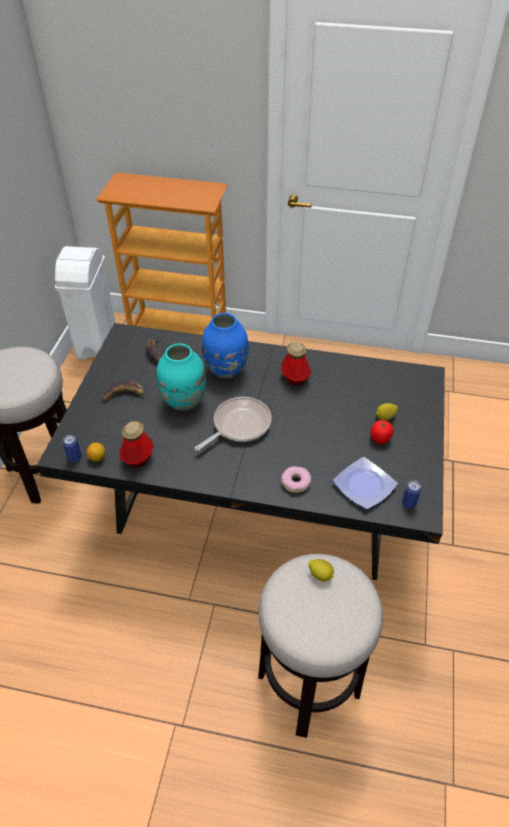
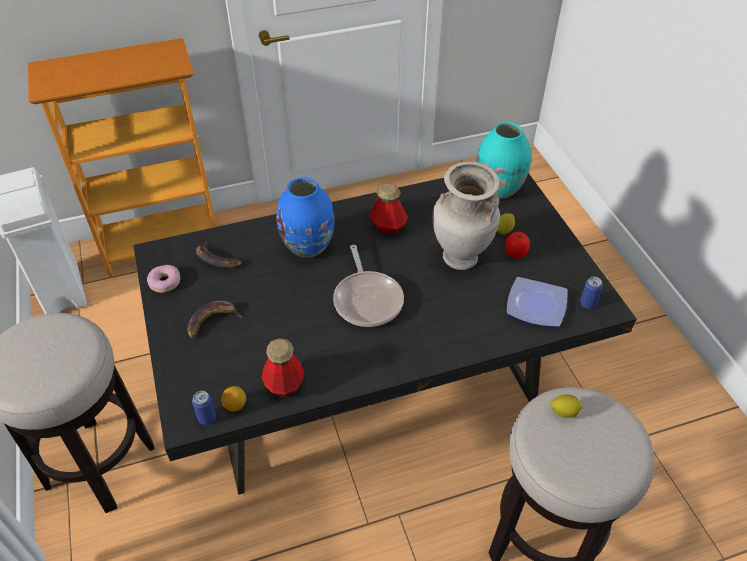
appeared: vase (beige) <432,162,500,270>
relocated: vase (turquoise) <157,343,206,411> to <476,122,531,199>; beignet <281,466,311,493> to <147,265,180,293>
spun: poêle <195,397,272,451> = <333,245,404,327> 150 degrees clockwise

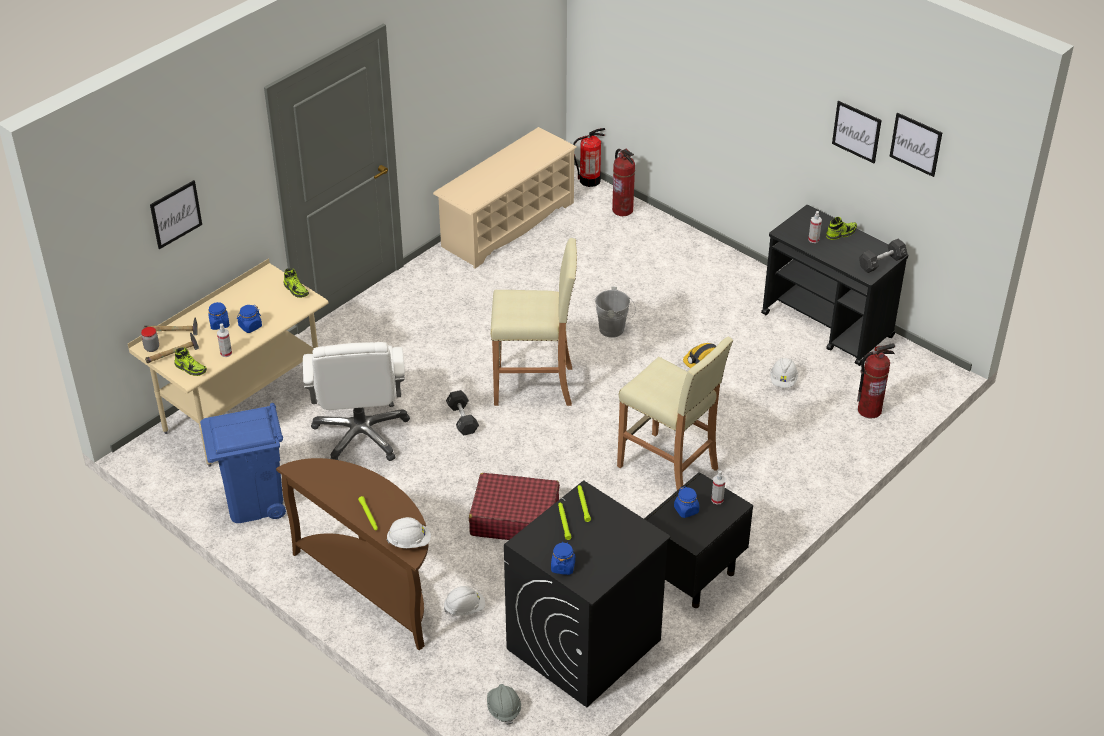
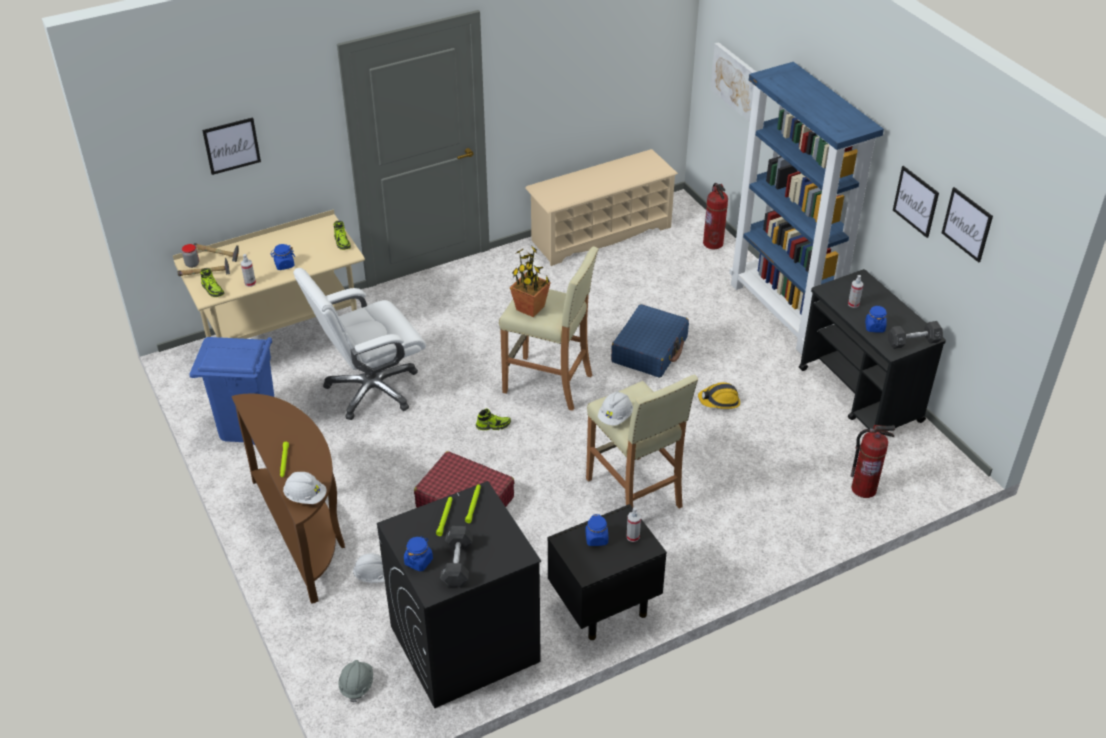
missing: extincteur <573,128,605,187>
appeared: plante en pot <510,245,551,317>; tableau <710,42,756,122>; bibliothèque (bleu) <729,62,884,355>
relocated: bocal (bleu) <208,302,230,330> to <865,305,887,333>; haltère (noir) <446,390,479,436> to <440,526,473,587>; casque de chantier (blanc) <770,358,798,388> to <598,391,633,426>; chaussure <826,217,857,240> to <476,409,511,430>
exchanged: seau (gris) <595,286,636,338> to valise (bleu) <611,304,689,378>
spun: chaise de bureau (blanc) <303,342,410,461> = <293,268,426,420> 45 degrees clockwise

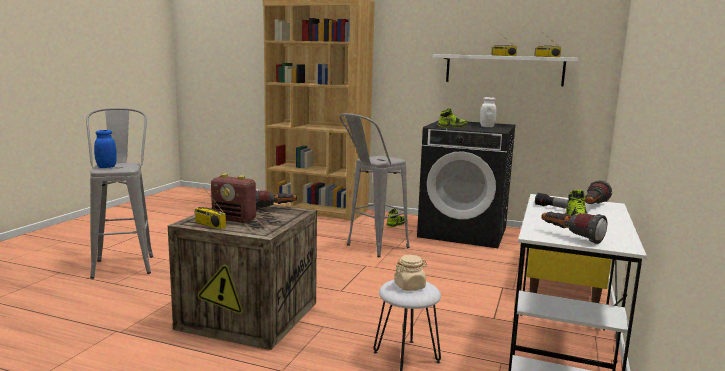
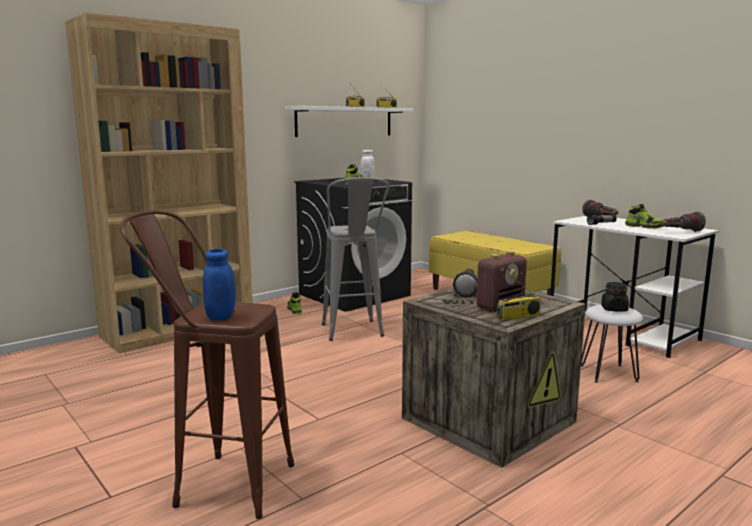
colour: tabouret (gris) <86,108,153,279> to tabouret (marron) <120,210,294,519>; bocal (beige) <394,255,427,291> to bocal (noir) <601,282,629,312>

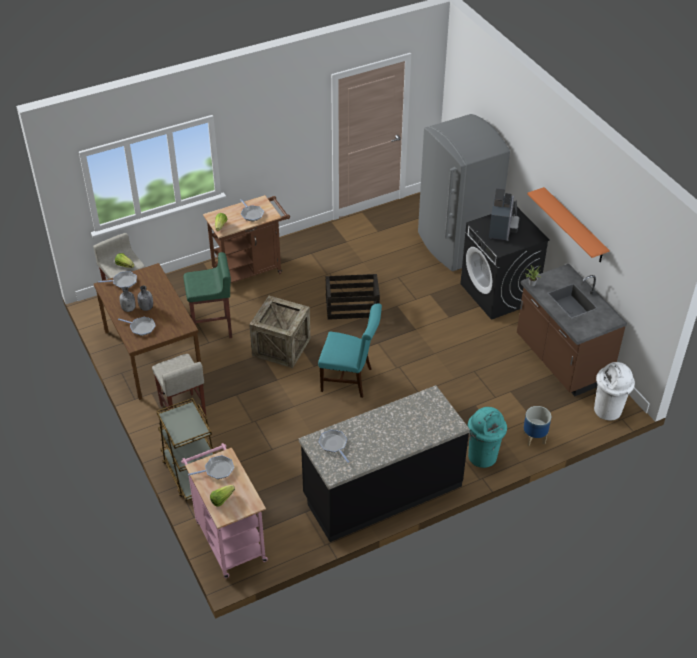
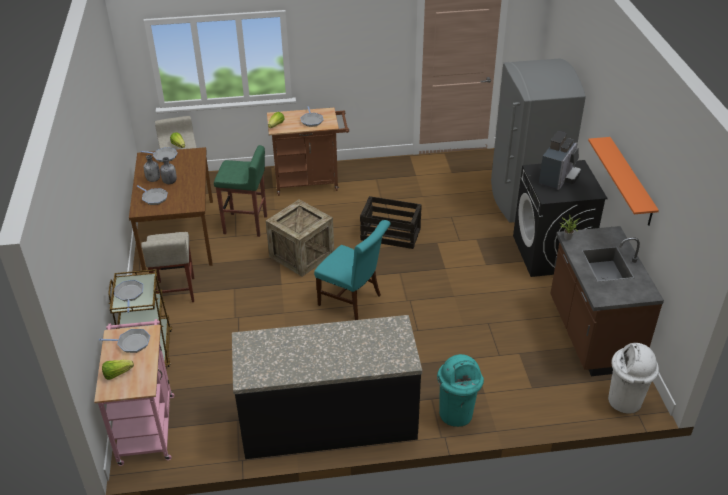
missing: cache-pot <523,406,551,446>
relocated: poêle <319,430,349,463> to <114,280,143,313>

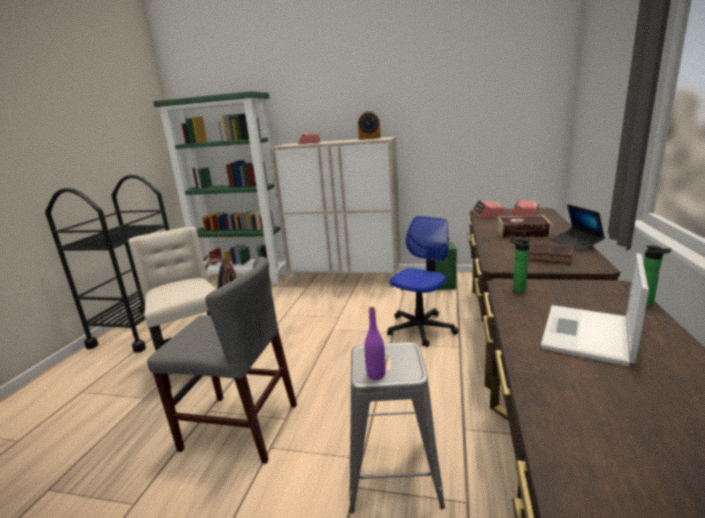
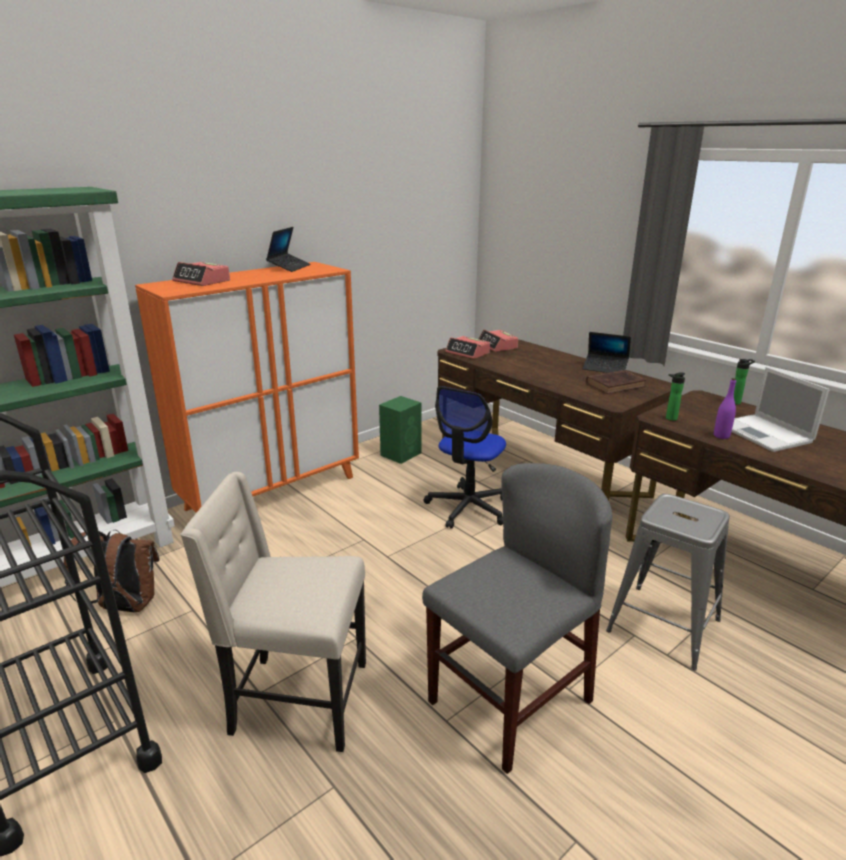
missing: livre <497,215,551,238>
relocated: bouteille (violet) <364,307,385,380> to <714,378,736,439>
exchanged: réveil <358,110,381,140> to ordinateur portable <266,227,311,272>
colour: meuble de rangement (beige) <270,137,401,287> to meuble de rangement (orange) <135,262,359,513>
spun: chaise de bureau <387,216,458,347> = <424,386,506,529> 135 degrees counterclockwise

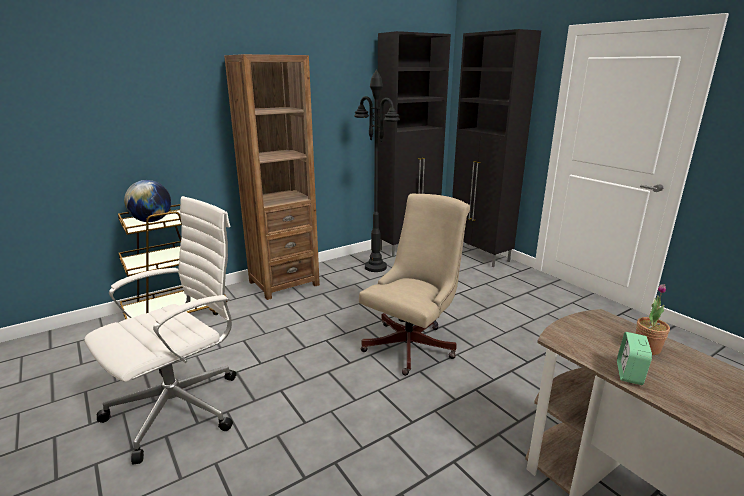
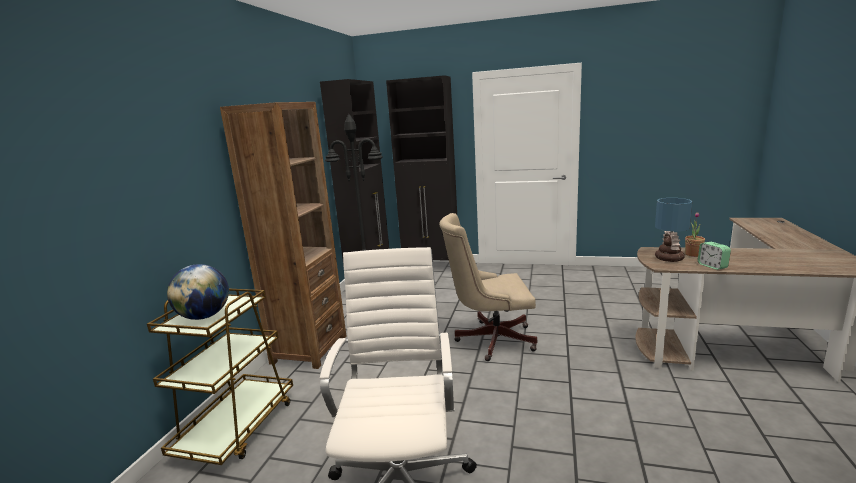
appeared: lampe de table <655,198,692,262>
spun: chaise de bureau (beige) <359,194,470,376> = <439,213,537,361> 90 degrees counterclockwise

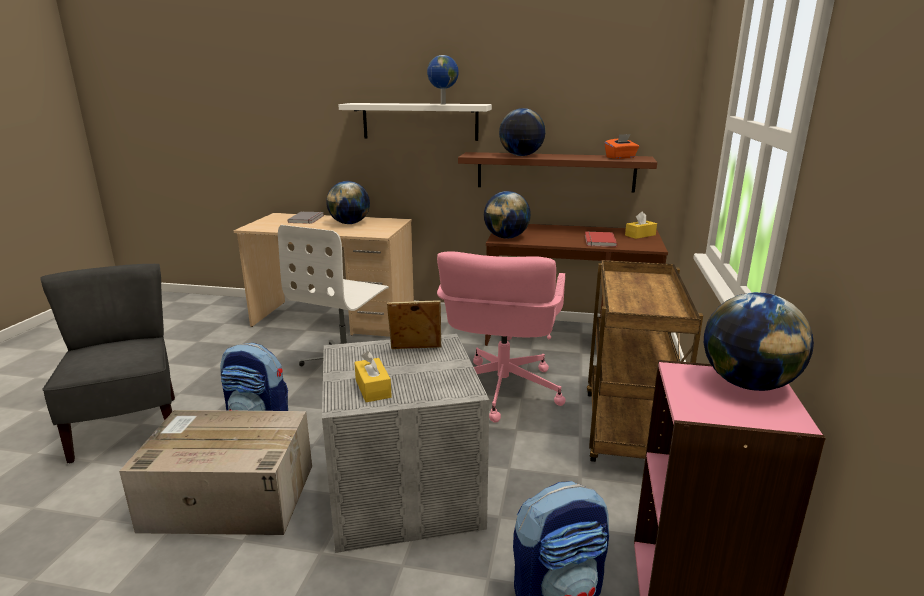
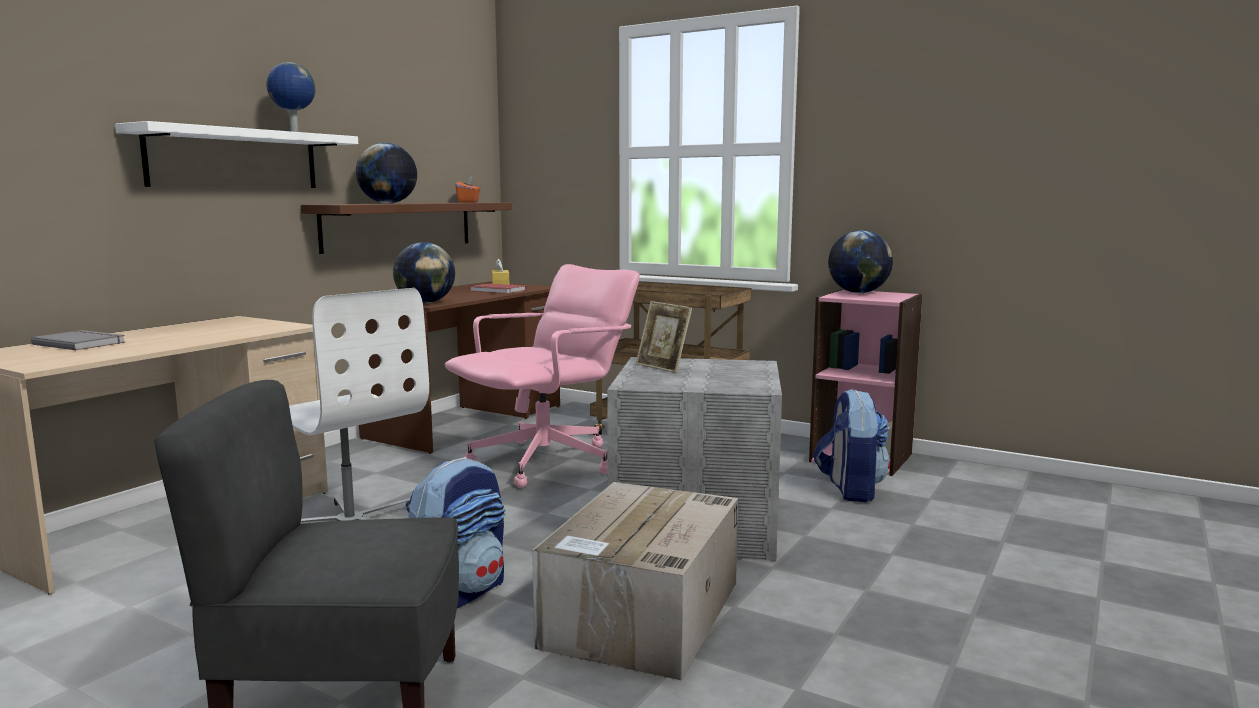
missing: globe <326,181,370,224>; boîte à mouchoirs (jaune) <354,351,392,402>
spun: cadre photo <387,300,441,349> = <636,301,692,373> 60 degrees counterclockwise; chaise de bureau (rose) <437,252,566,422> = <445,264,640,488> 75 degrees counterclockwise

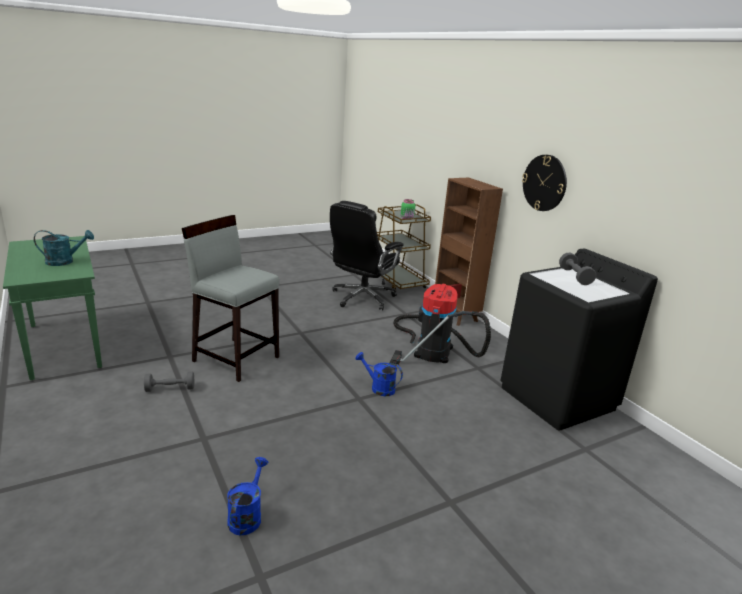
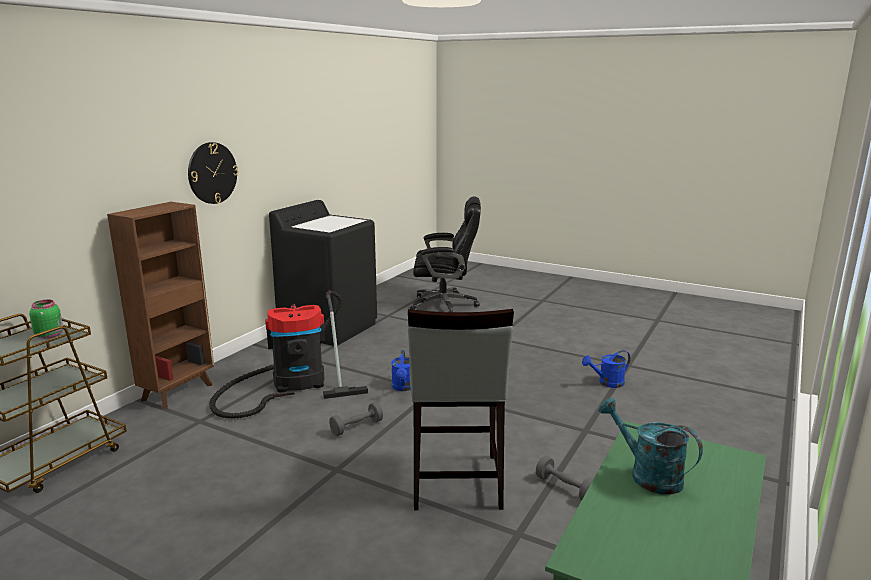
relocated: chaise de bureau (noir) <330,201,404,310> to <409,196,481,312>; haltère (gris) <559,252,596,285> to <329,402,383,436>

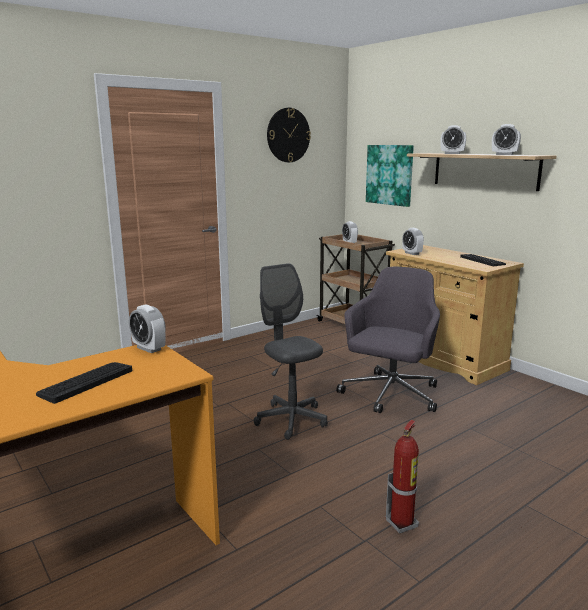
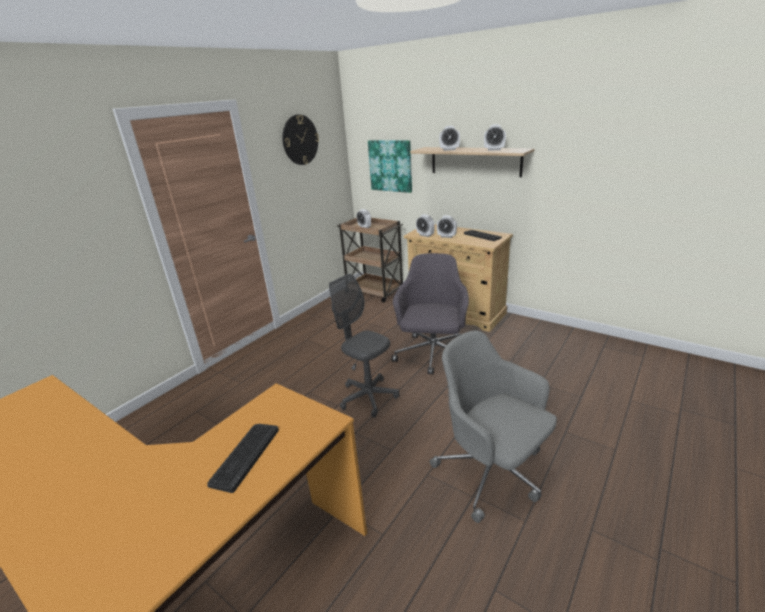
relocated: réveil <129,304,166,353> to <437,215,457,238>
exchanged: extincteur <386,420,419,534> to chaise de bureau (gris) <429,330,557,523>

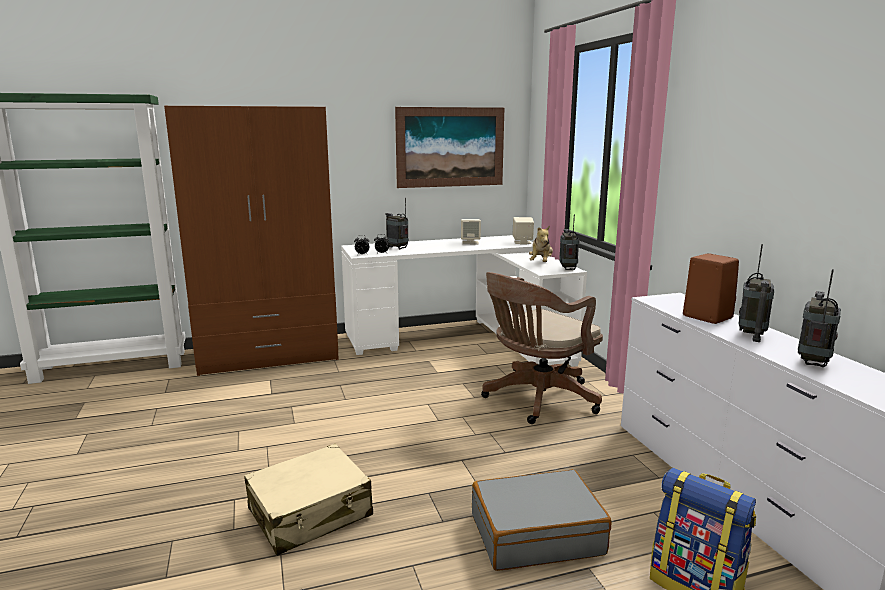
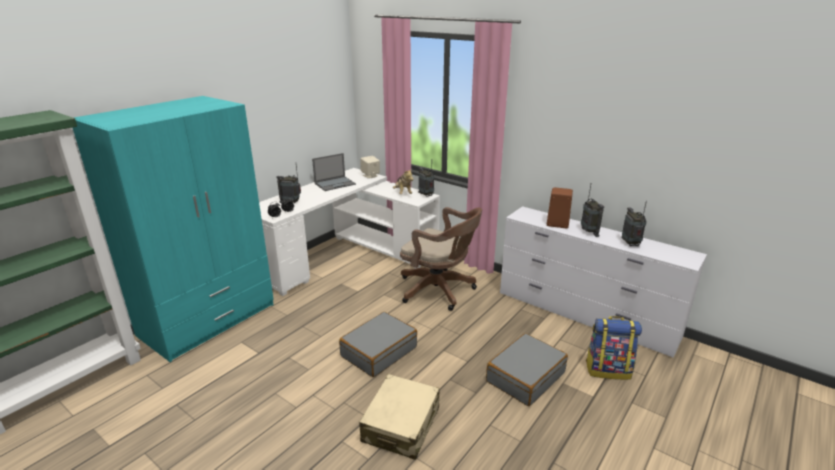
missing: tableau <395,107,504,188>
appeared: valise (gris) <339,312,417,377>
exchanged: enceinte (beige) <461,219,481,244> to ordinateur portable <312,153,356,191>
colour: armoire (marron) <164,106,339,376> to armoire (turquoise) <72,96,274,362>
spun: chaise de bureau (marron) <481,272,603,424> = <400,207,482,311> 75 degrees counterclockwise

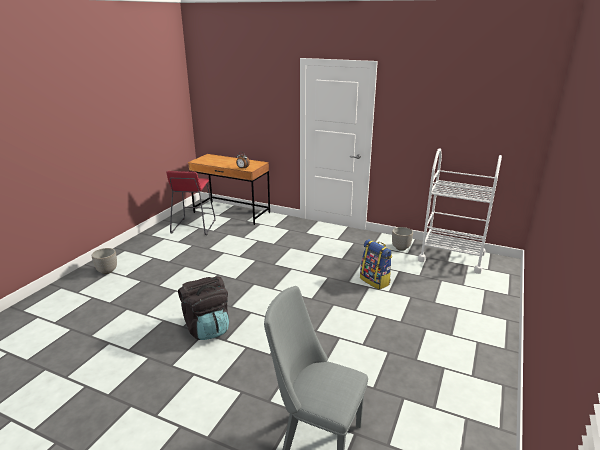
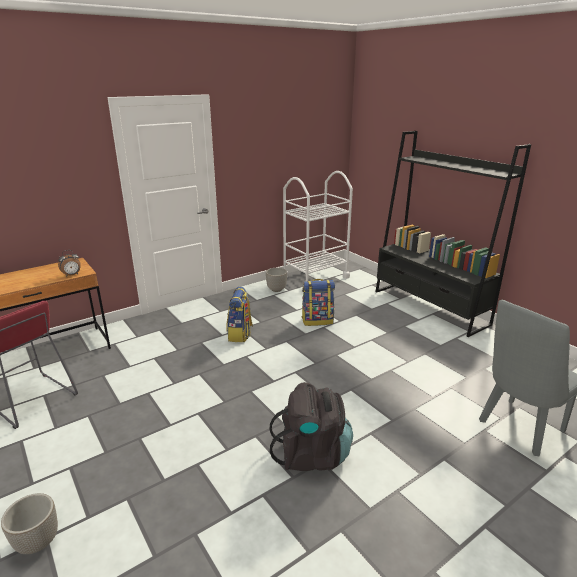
appeared: sac à dos <226,287,253,342>; bibliothèque (noir) <375,130,531,337>

